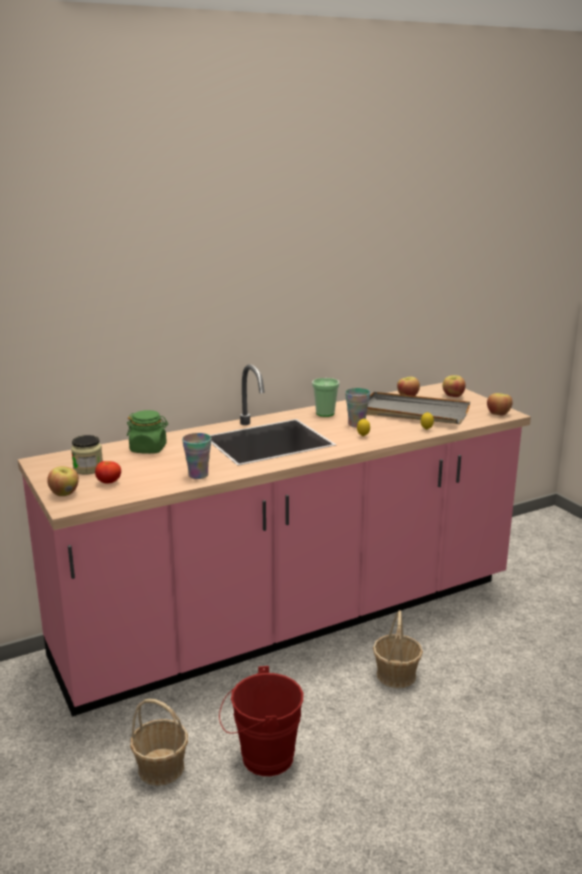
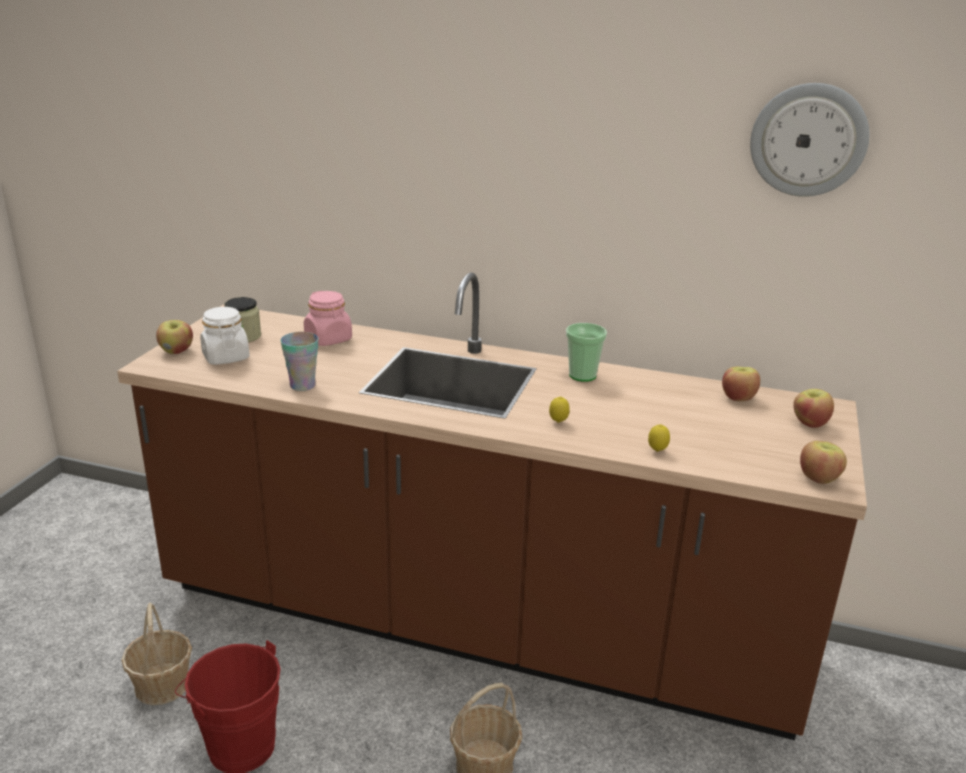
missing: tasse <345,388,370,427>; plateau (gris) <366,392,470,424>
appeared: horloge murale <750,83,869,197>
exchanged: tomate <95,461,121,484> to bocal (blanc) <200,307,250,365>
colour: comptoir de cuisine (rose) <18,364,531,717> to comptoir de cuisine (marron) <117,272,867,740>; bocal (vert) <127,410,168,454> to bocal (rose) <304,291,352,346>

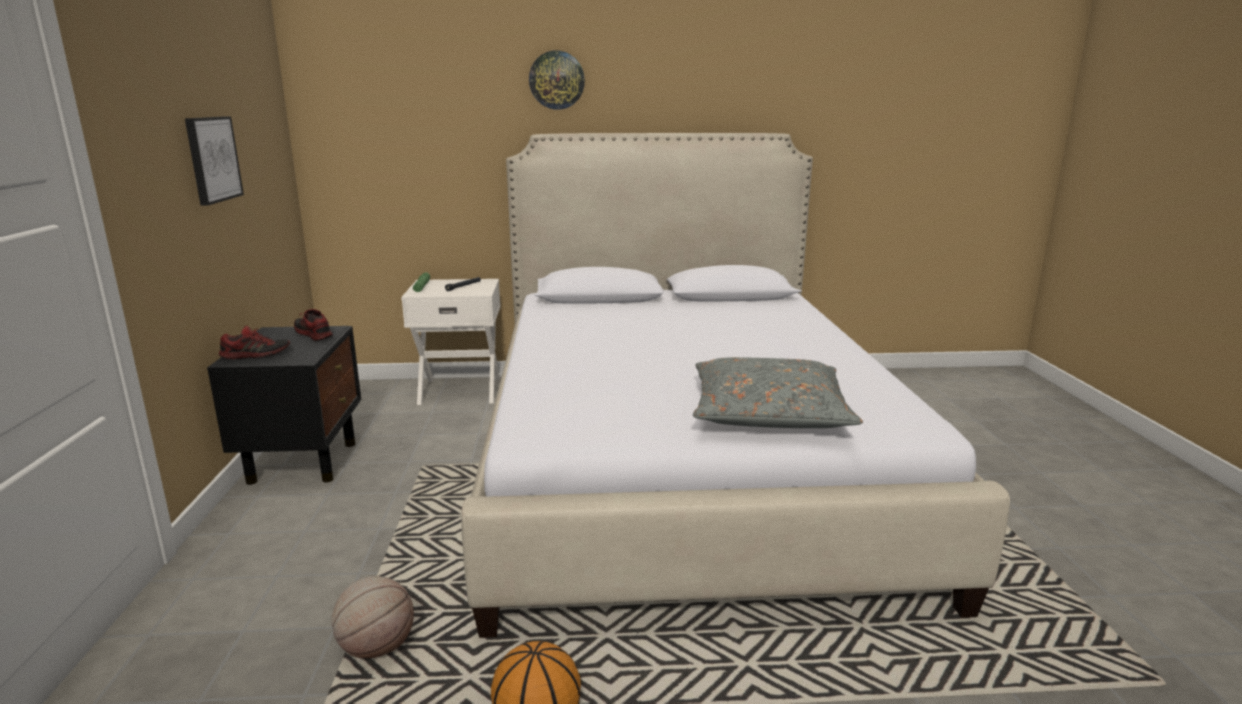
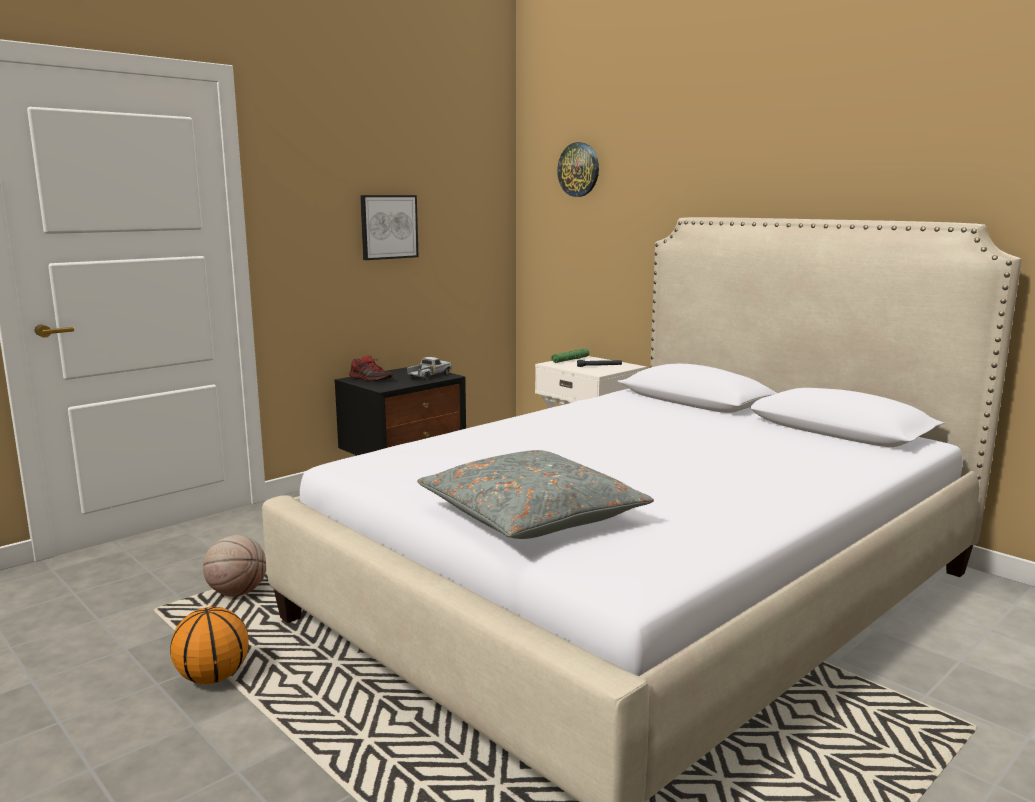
relocated: horloge murale <529,51,585,110> to <557,142,599,197>
exchanged: chaussure <294,309,333,341> to camion jouet <407,357,452,380>

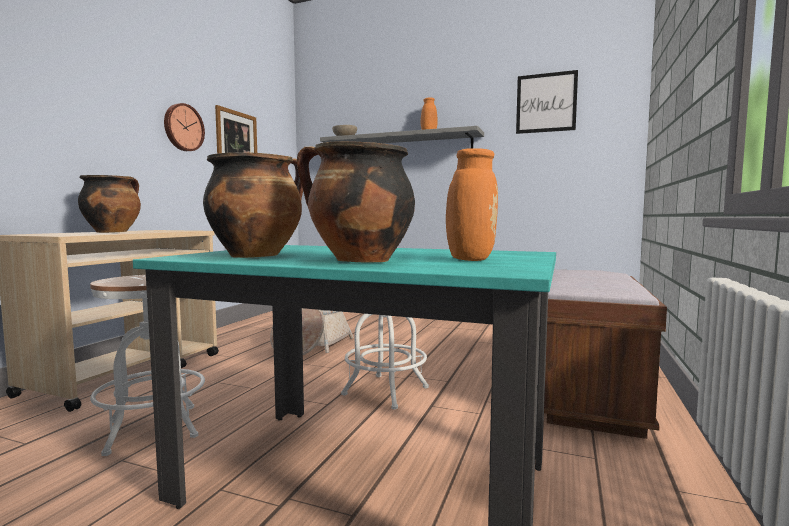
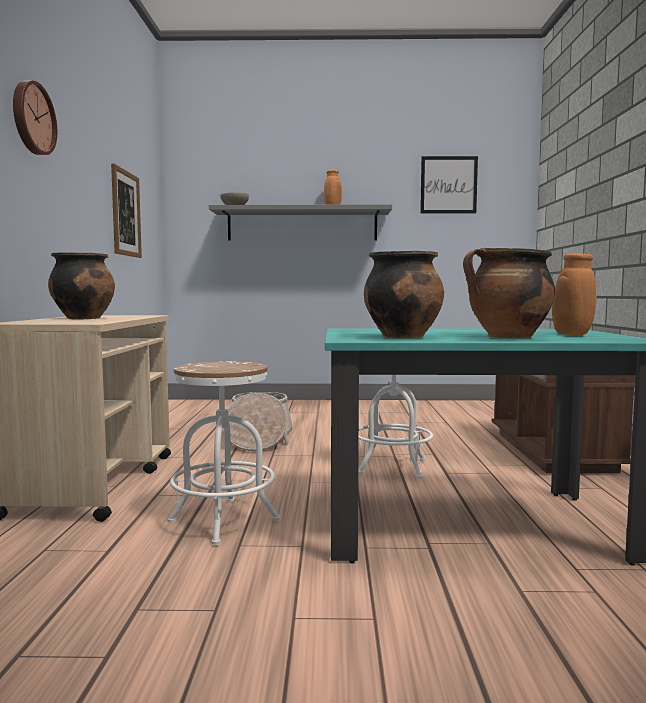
relocated: horloge murale <164,103,205,151> to <13,80,57,155>

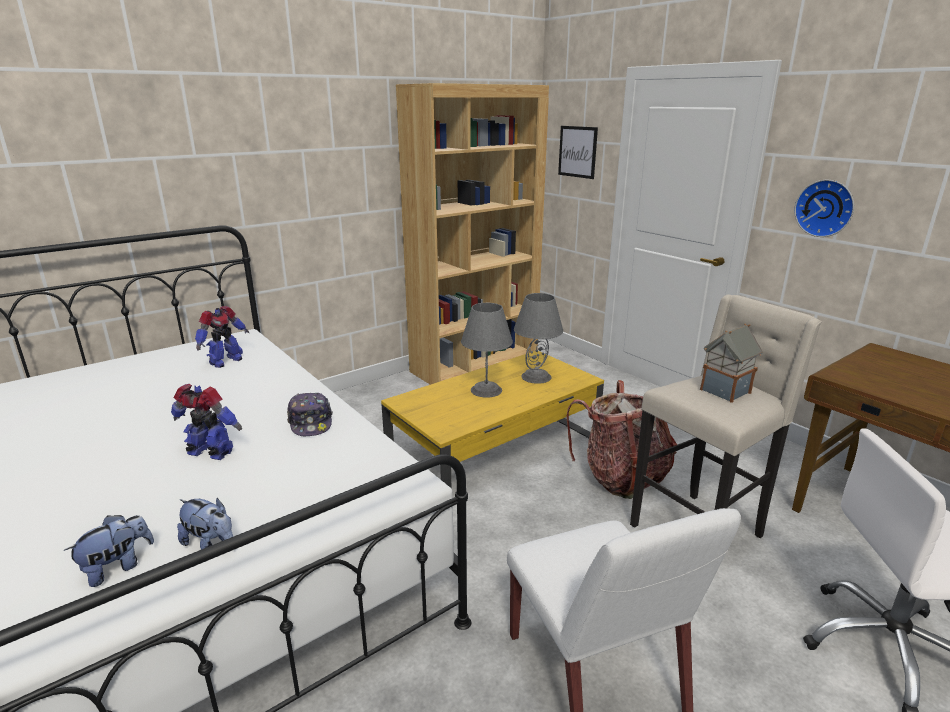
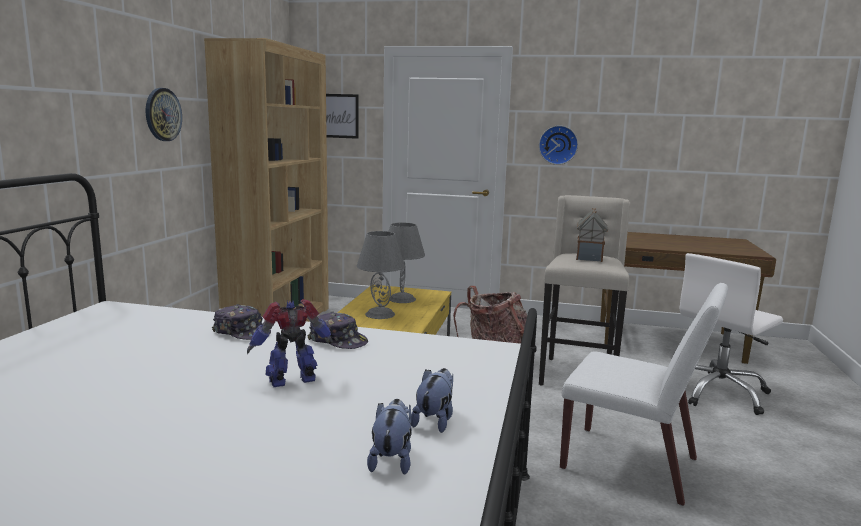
missing: robot jouet <195,306,250,368>
appeared: horloge murale <146,88,182,141>; casquette <212,304,271,340>
spun: peluche <177,498,233,550> = <411,368,453,433> 60 degrees counterclockwise

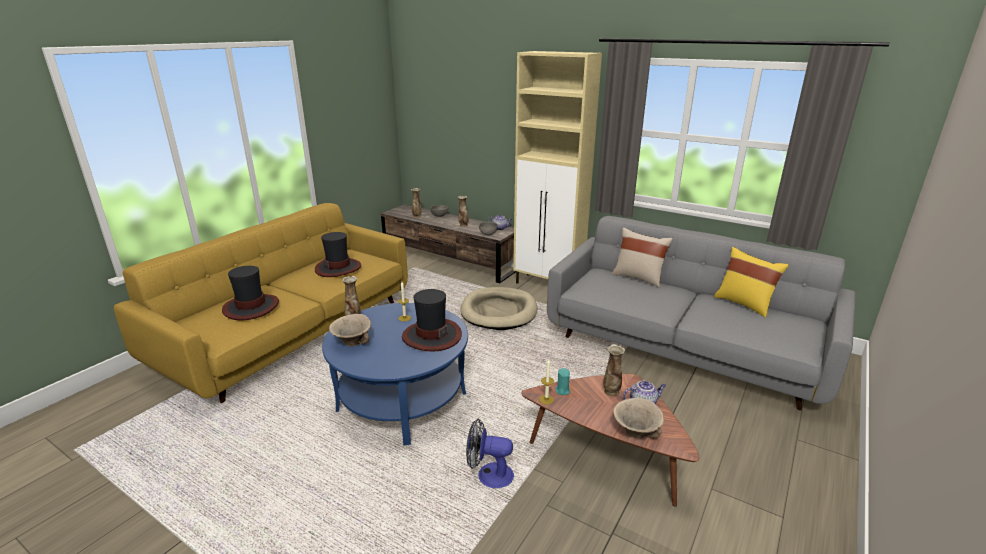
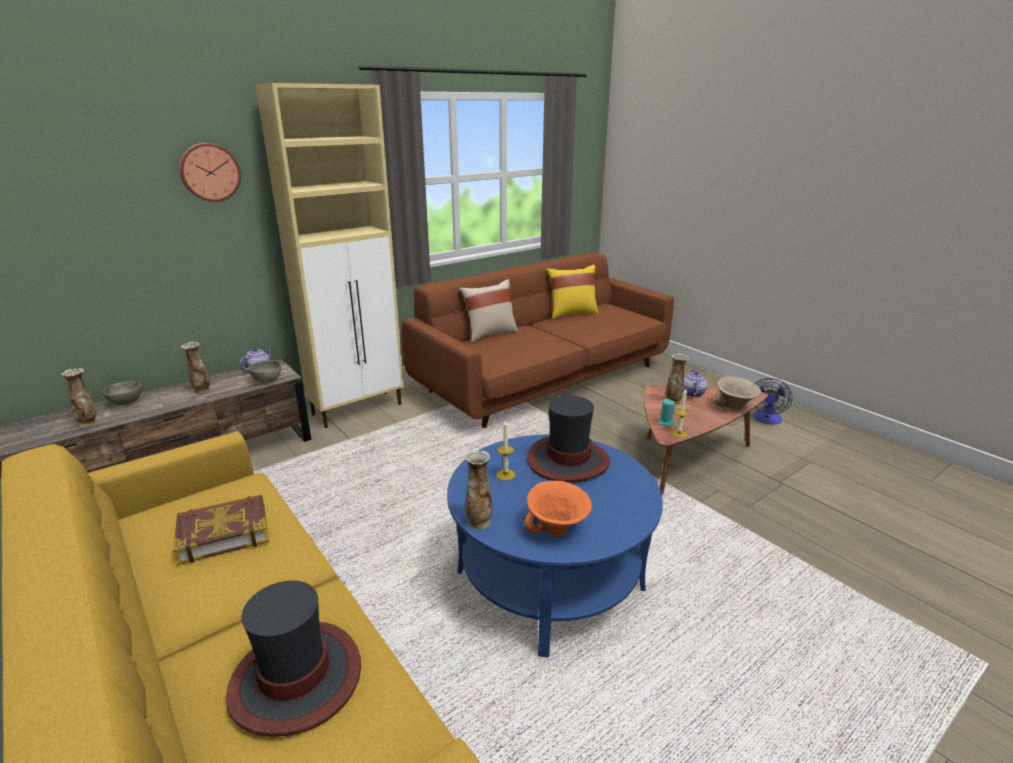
missing: panier pour chien (beige) <460,287,537,330>
appeared: horloge murale <179,143,241,202>
relocated: ventilateur <466,419,514,488> to <753,378,793,424>
exchanged: chapeau <315,232,361,277> to livre <172,494,269,565>
colour: bol (beige) <329,314,371,346> to bol (orange) <525,481,592,536>; canapé (gris) <547,216,856,411> to canapé (marron) <402,252,674,428>

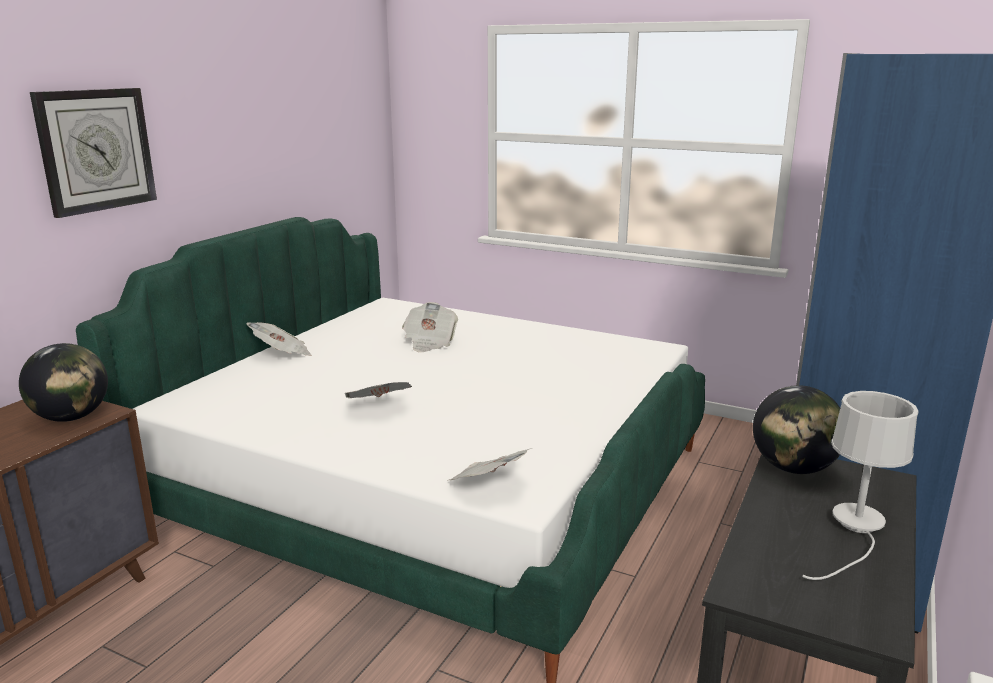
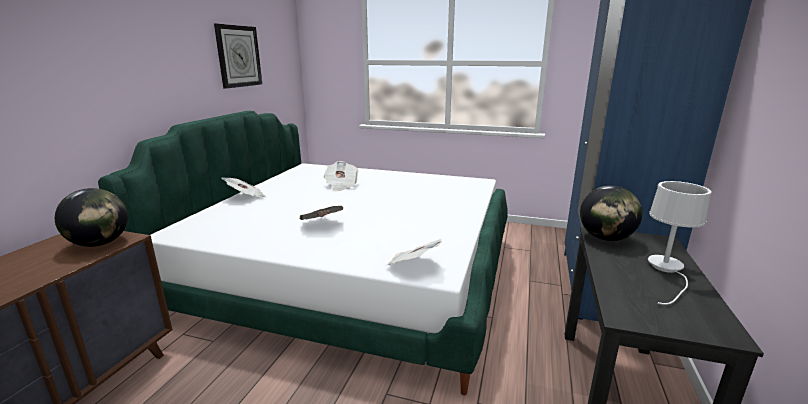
relocated: horloge murale <30,88,157,218> to <214,24,262,89>

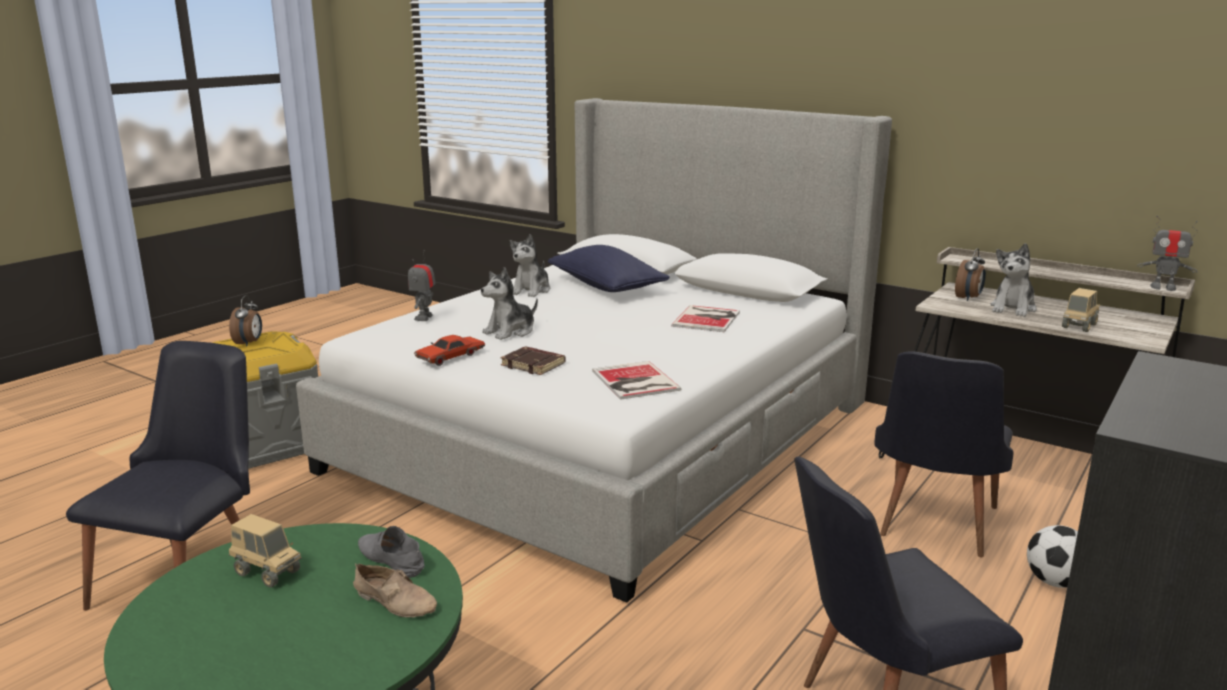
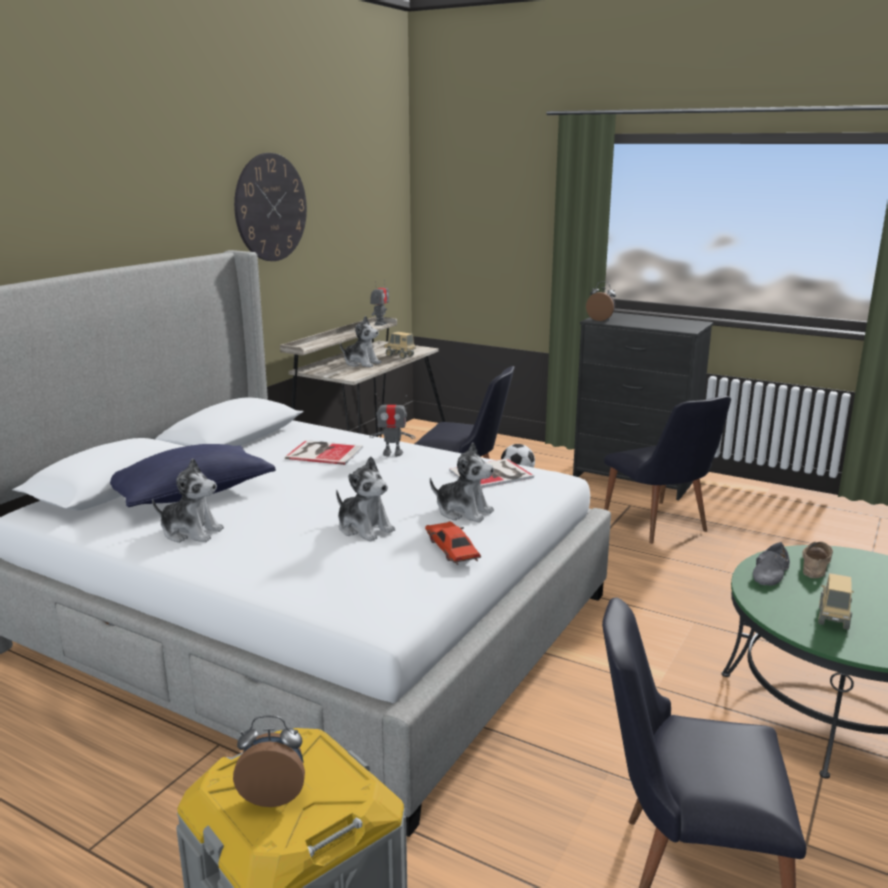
appeared: horloge murale <234,153,307,261>
relocated: robot jouet <408,250,436,321> to <370,394,415,457>; réveil <955,248,986,301> to <586,281,616,321>
exchanged: livre (marron) <501,346,566,375> to peluche <430,442,494,523>
spun: petite voiture (rouge) <414,335,485,366> = <425,521,481,565> 150 degrees counterclockwise

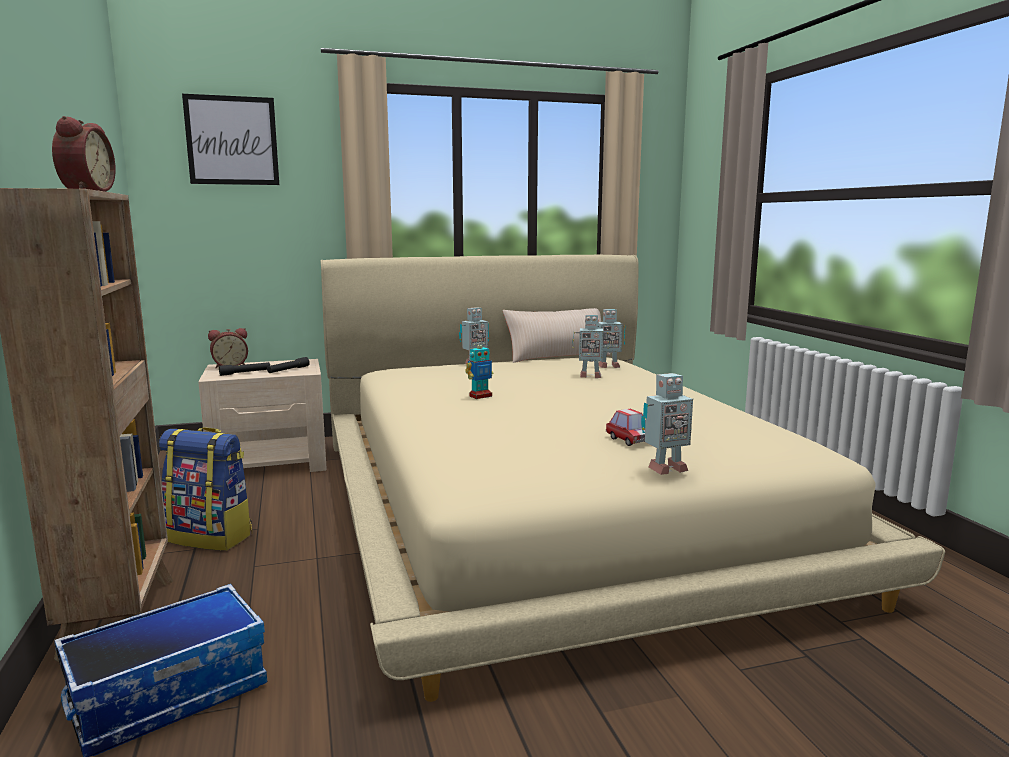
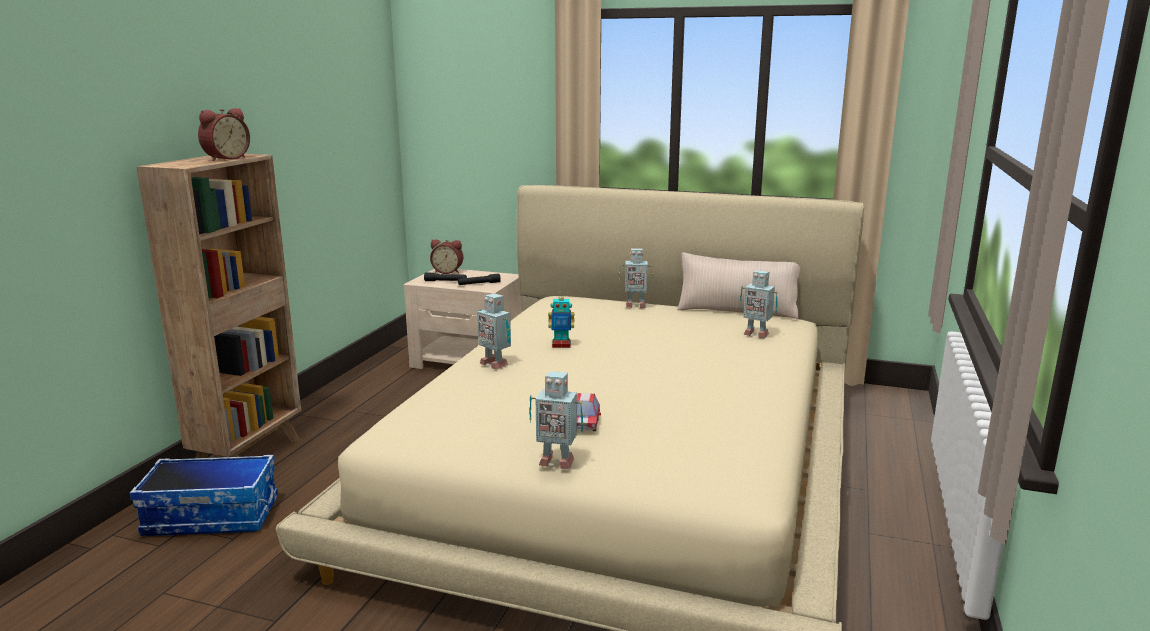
missing: sac à dos <159,427,252,551>; tableau <182,94,279,185>
relocated: robot jouet <573,315,609,378> to <477,293,511,370>

